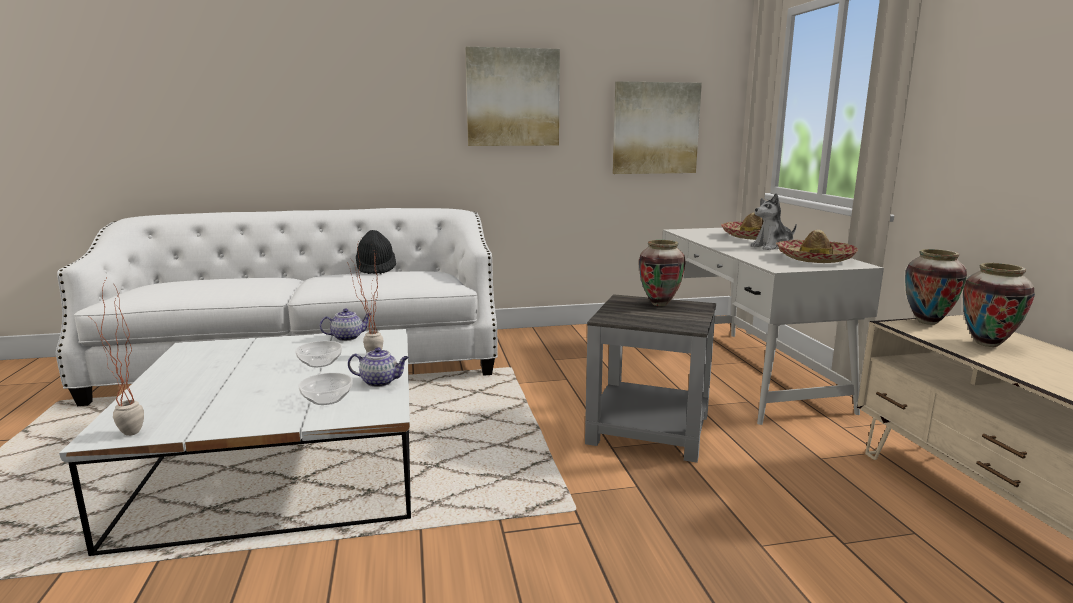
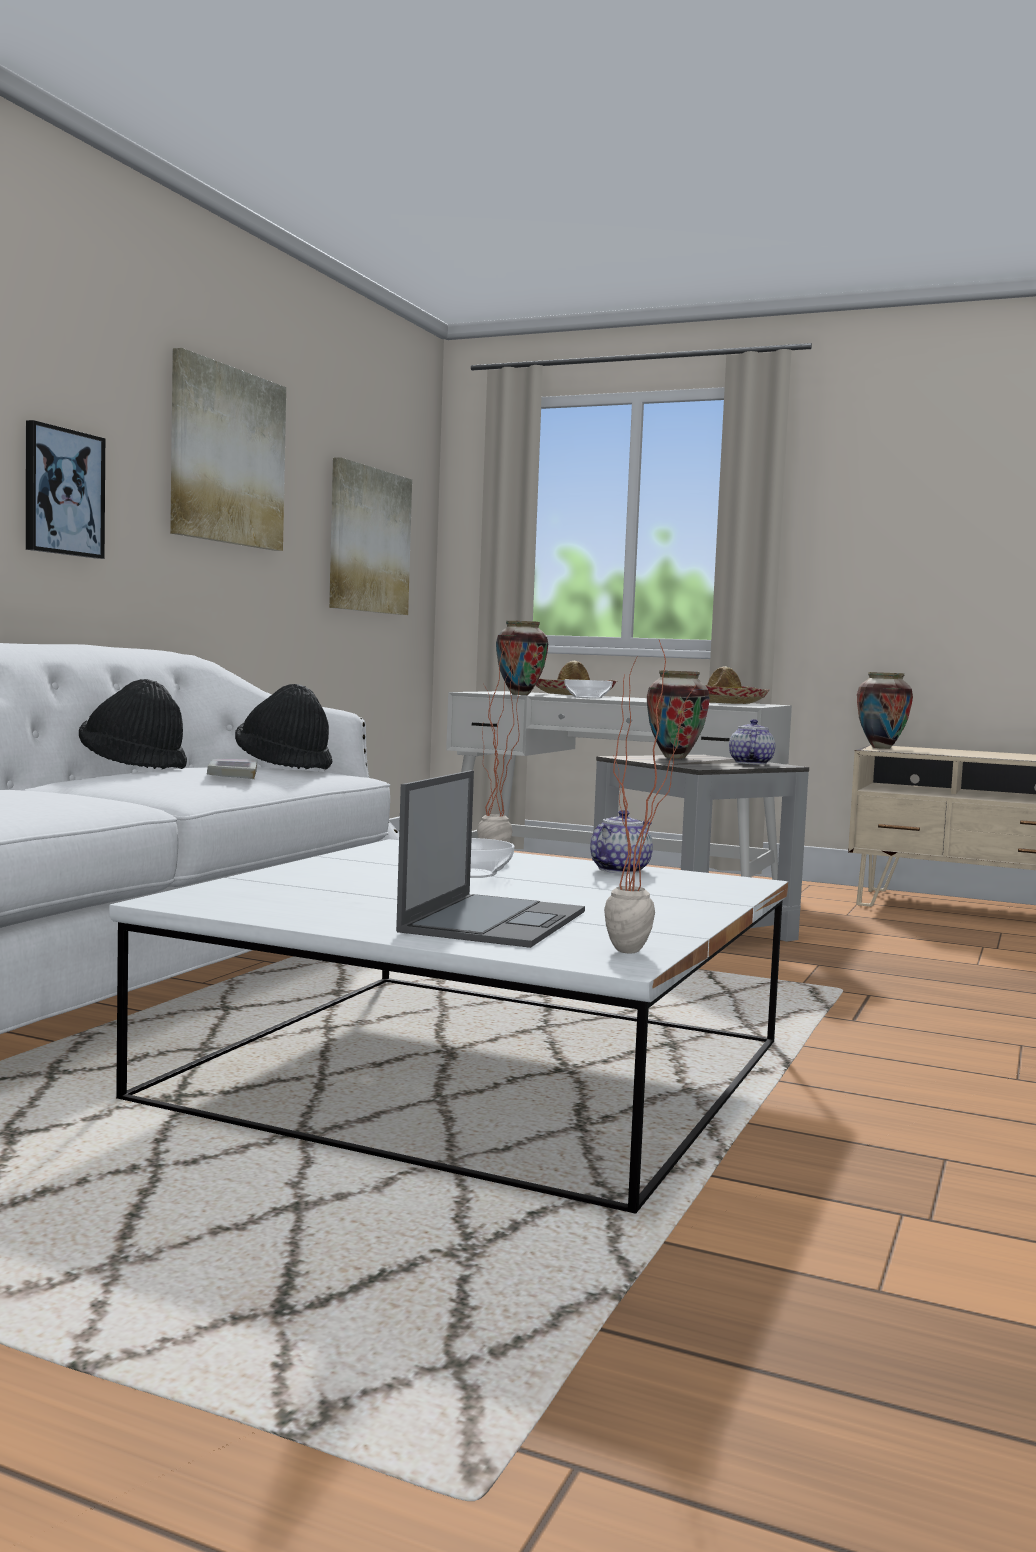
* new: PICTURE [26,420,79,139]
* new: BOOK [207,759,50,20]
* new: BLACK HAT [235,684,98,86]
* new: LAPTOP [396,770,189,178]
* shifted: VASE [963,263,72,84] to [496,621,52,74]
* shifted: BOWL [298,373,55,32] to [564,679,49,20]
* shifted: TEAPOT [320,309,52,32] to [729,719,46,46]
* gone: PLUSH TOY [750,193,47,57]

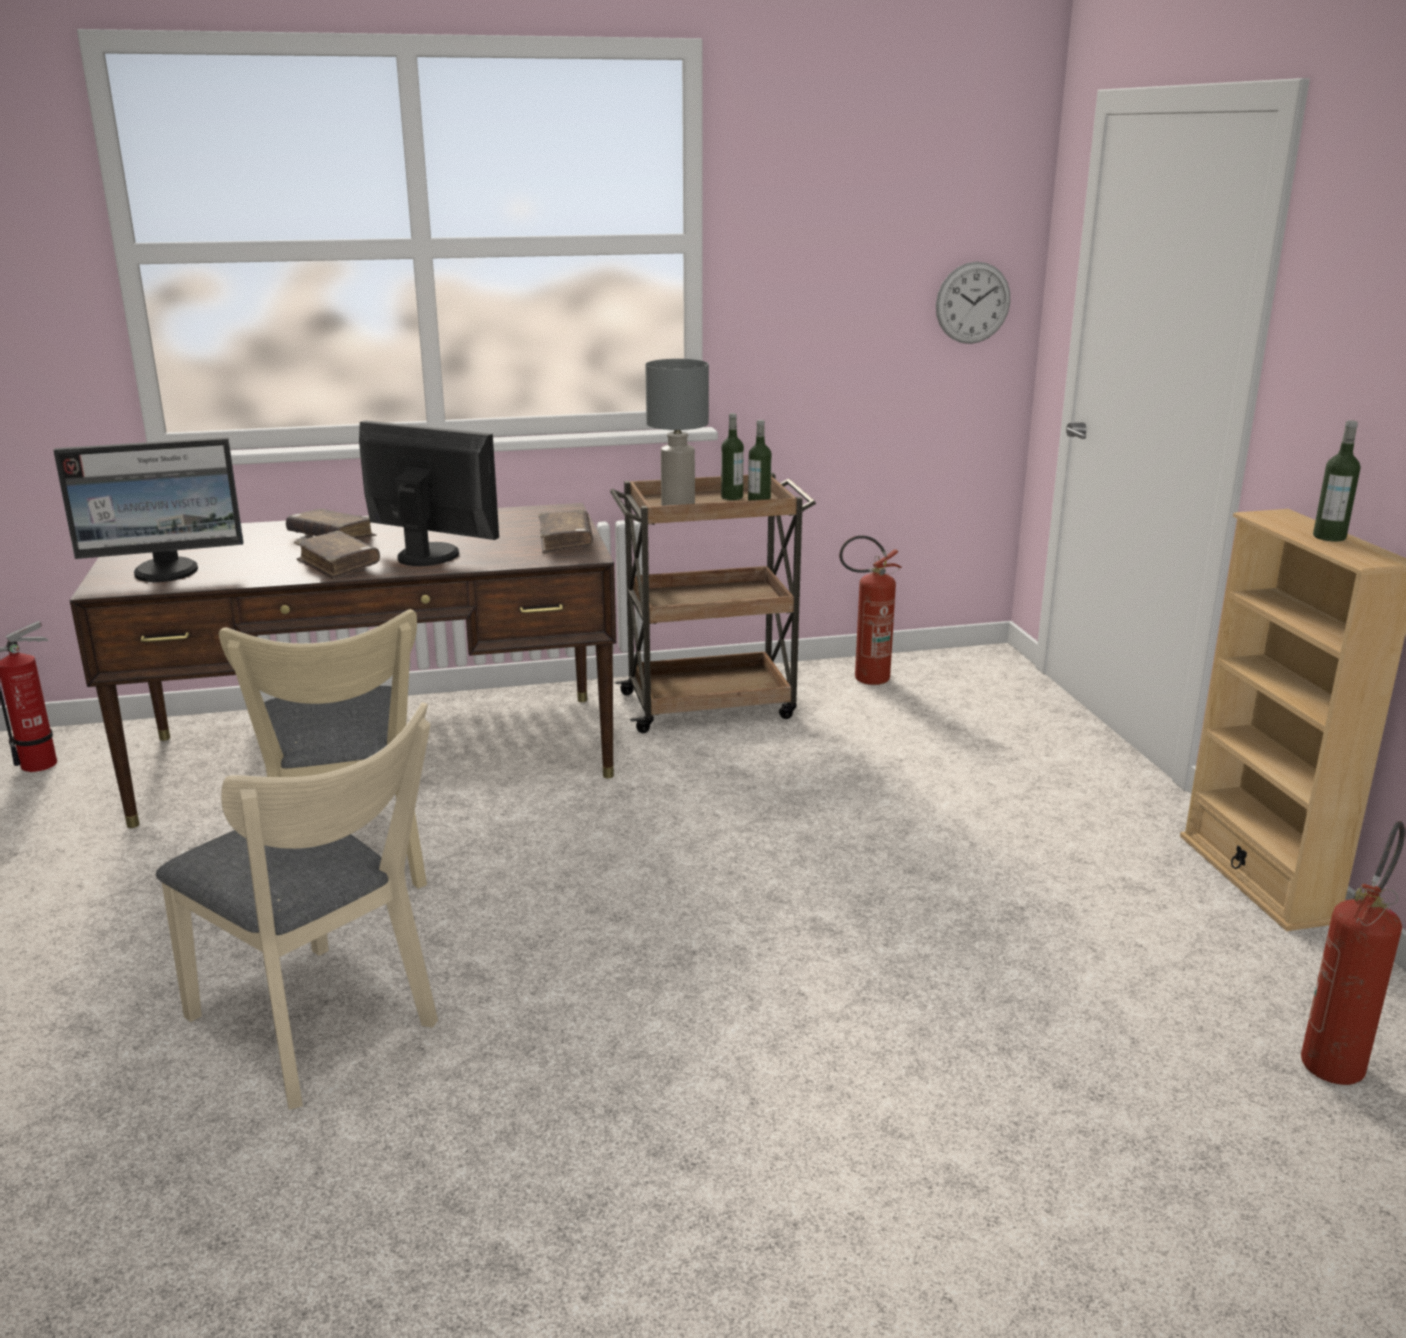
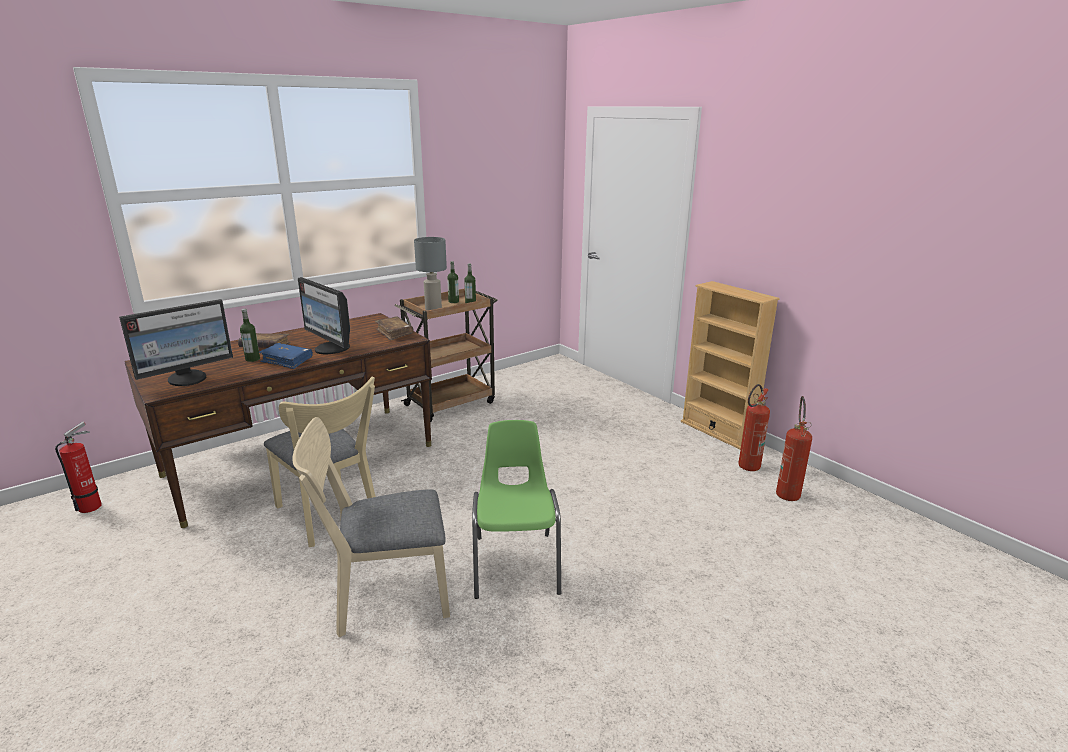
* shifted: BOTTLE [1313,420,47,121] to [240,309,20,53]
* repainted: BROWN BOOK [294,531,86,49] to BLUE BOOK [259,343,54,26]
* rotated: BEIGE CHAIR [156,702,282,408] = [292,417,158,220] 150 degrees clockwise
* rotated: MONITOR [359,420,140,146] = [298,277,52,77] 135 degrees counterclockwise
* new: GREEN CHAIR [472,420,89,179]
* shifted: FIRE EXTINGUISHER [839,535,62,150] to [738,384,32,87]
* gone: WALL CLOCK [936,261,74,83]

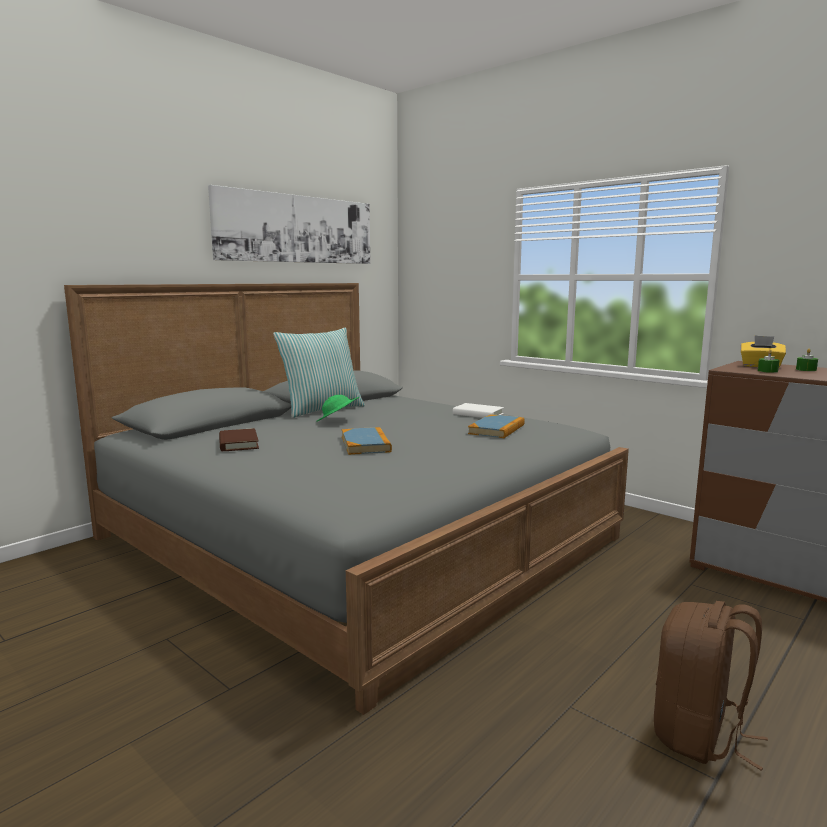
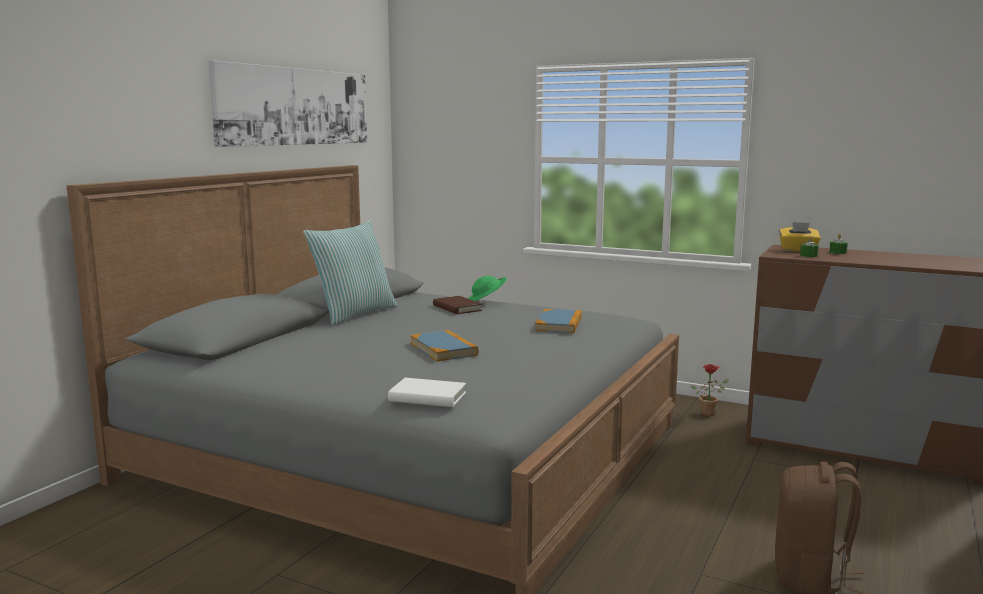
* shifted: WHITE BOOK [453,403,51,15] to [388,378,78,29]
* shifted: BROWN BOOK [219,428,40,23] to [433,296,49,18]
* shifted: GREEN HAT [316,395,43,27] to [468,276,39,25]
* new: POTTED PLANT [691,364,38,52]

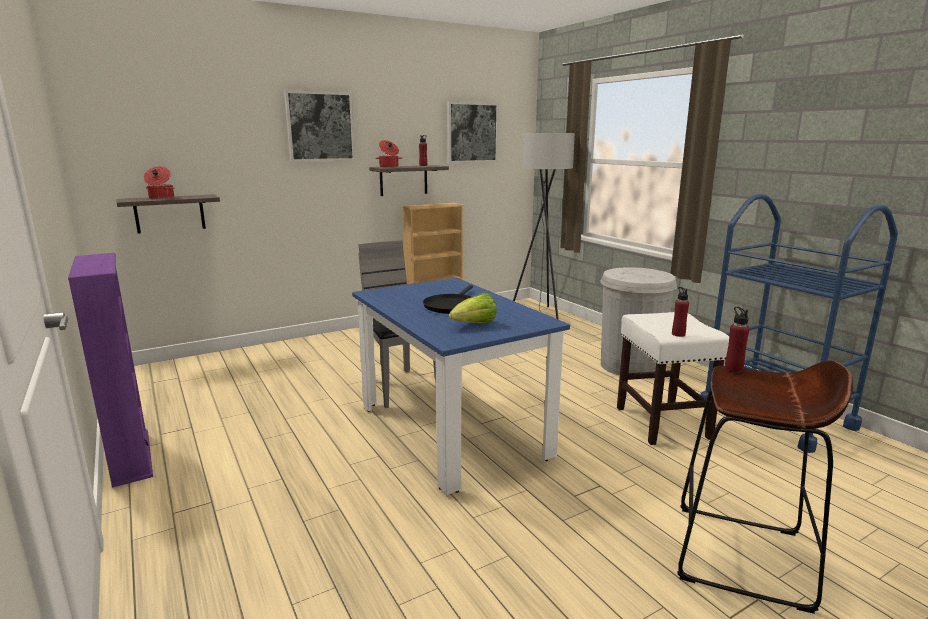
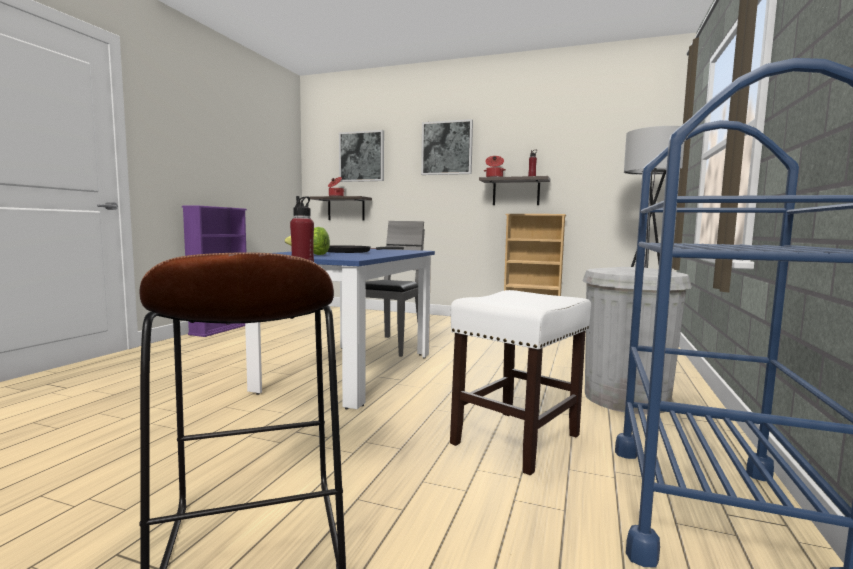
* shifted: PICTURE [447,102,52,61] to [339,130,45,52]
* gone: RED BOTTLE [672,287,17,50]

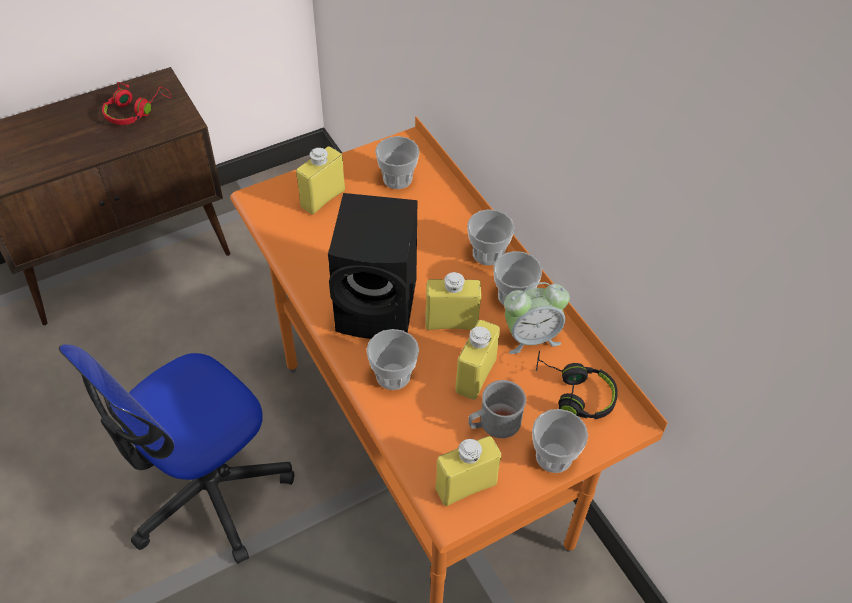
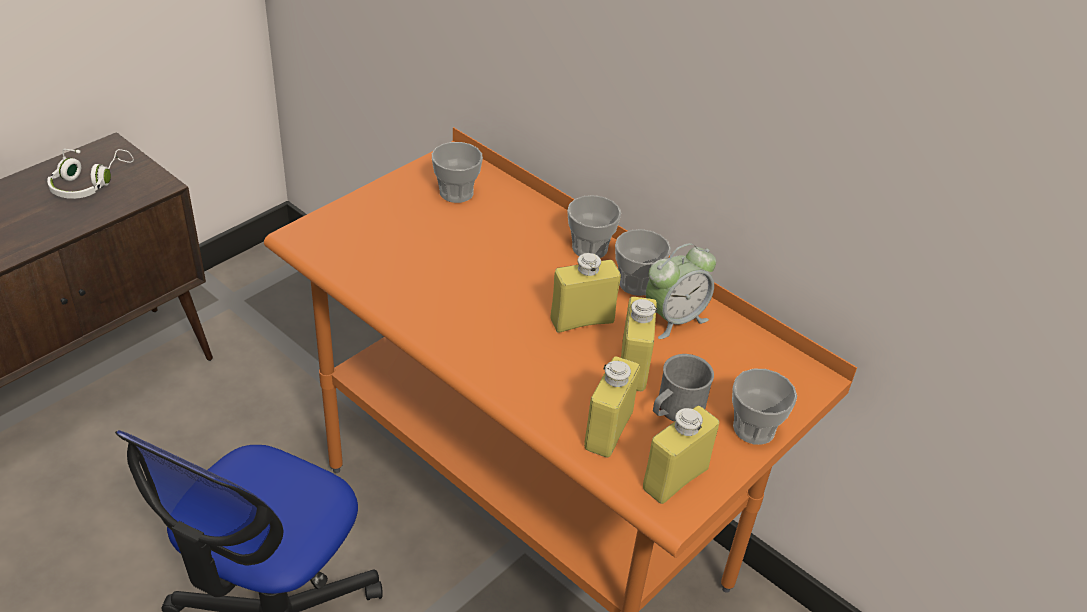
* repainted: RED HEADPHONES [102,82,70,43] to WHITE HEADPHONES [47,149,87,50]
* shifted: YELLOW BOTTLE [296,146,49,69] to [584,356,56,102]
* gone: BLACK SPEAKER [328,193,89,146]
* gone: CUP [366,329,53,61]
* gone: BLACK HEADPHONES [535,351,83,68]

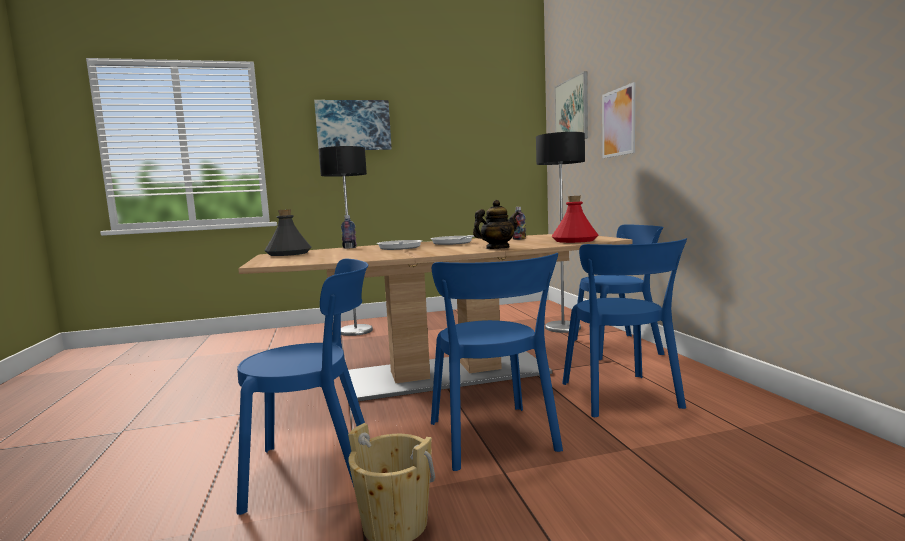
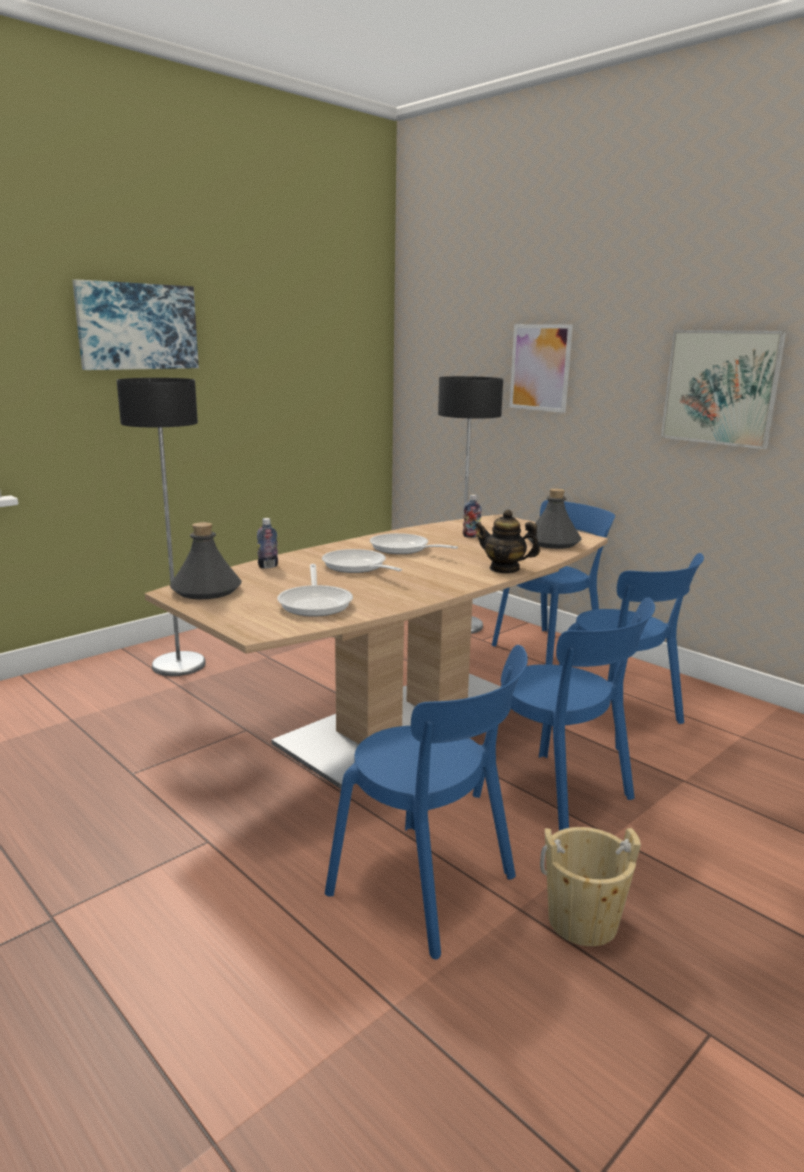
* new: FRYING PAN [277,564,76,53]
* rotated: BLUE CHAIR [236,259,132,256] = [325,645,203,314] 75 degrees clockwise
* rotated: TEAPOT [473,200,46,49] = [475,510,65,63] 105 degrees counterclockwise
* repainted: RED BOTTLE [551,196,47,47] to GREY BOTTLE [527,488,54,61]
* shifted: PICTURE [554,71,34,68] to [661,330,125,119]

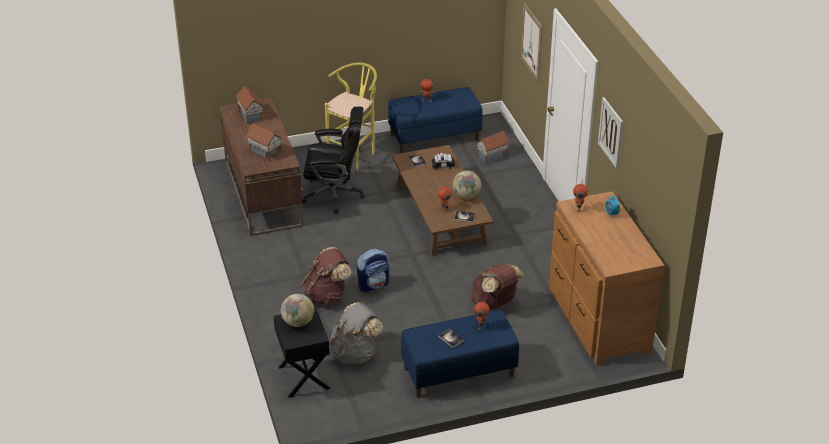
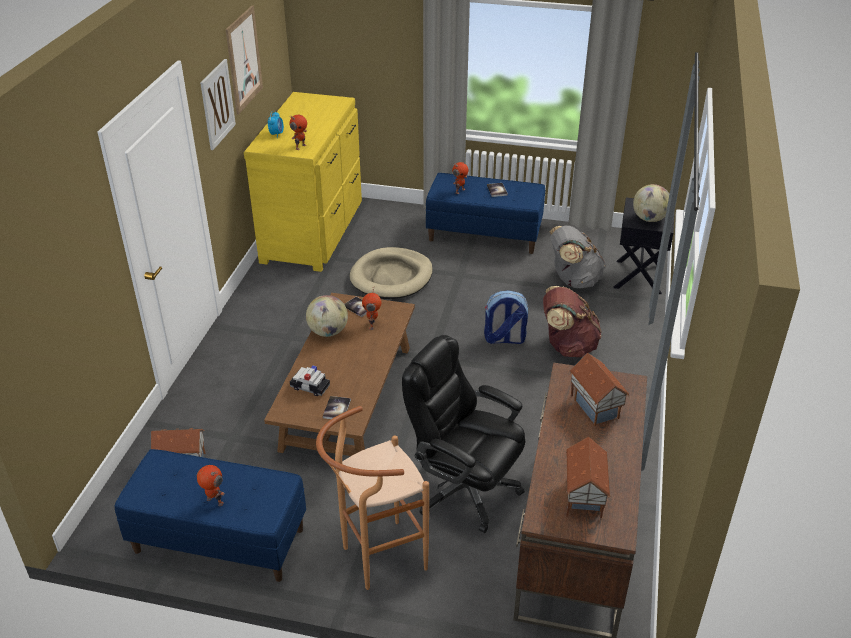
* shifted: PICTURE [521,3,22,79] to [225,6,38,109]
* repainted: BROWN DRESSER [549,191,116,174] to YELLOW DRESSER [244,92,118,180]
* repainted: YELLOW STOOL [325,63,52,108] to BROWN STOOL [316,406,113,184]
* swapped: BROWN BACKPACK [471,264,53,45] to BEIGE DOG BED [350,247,83,52]

